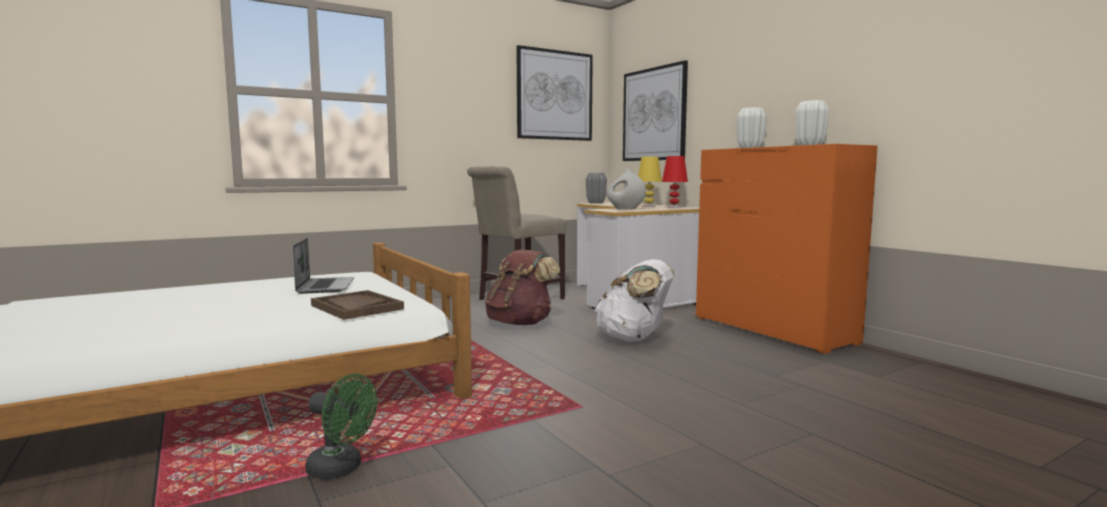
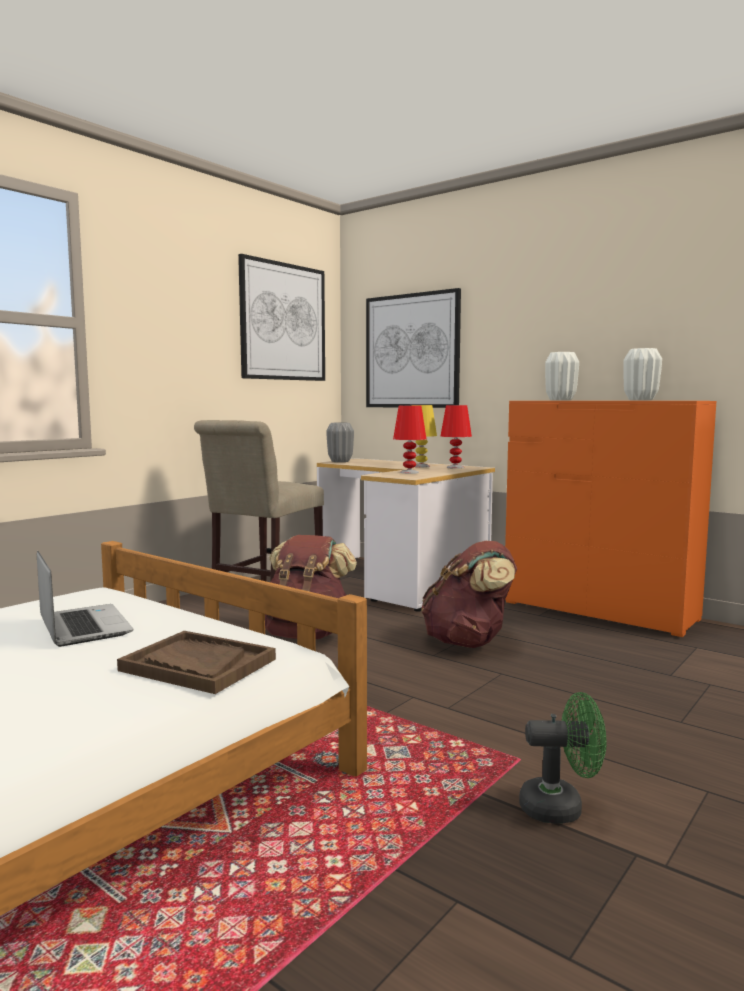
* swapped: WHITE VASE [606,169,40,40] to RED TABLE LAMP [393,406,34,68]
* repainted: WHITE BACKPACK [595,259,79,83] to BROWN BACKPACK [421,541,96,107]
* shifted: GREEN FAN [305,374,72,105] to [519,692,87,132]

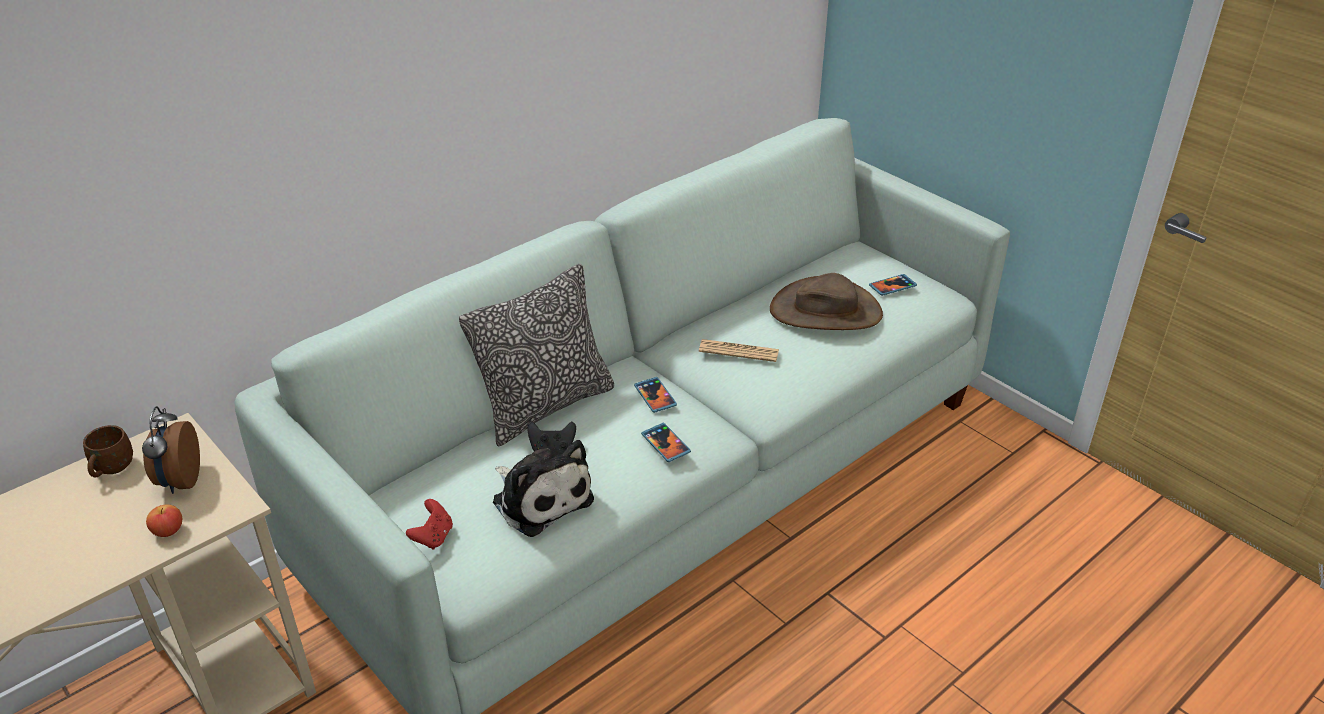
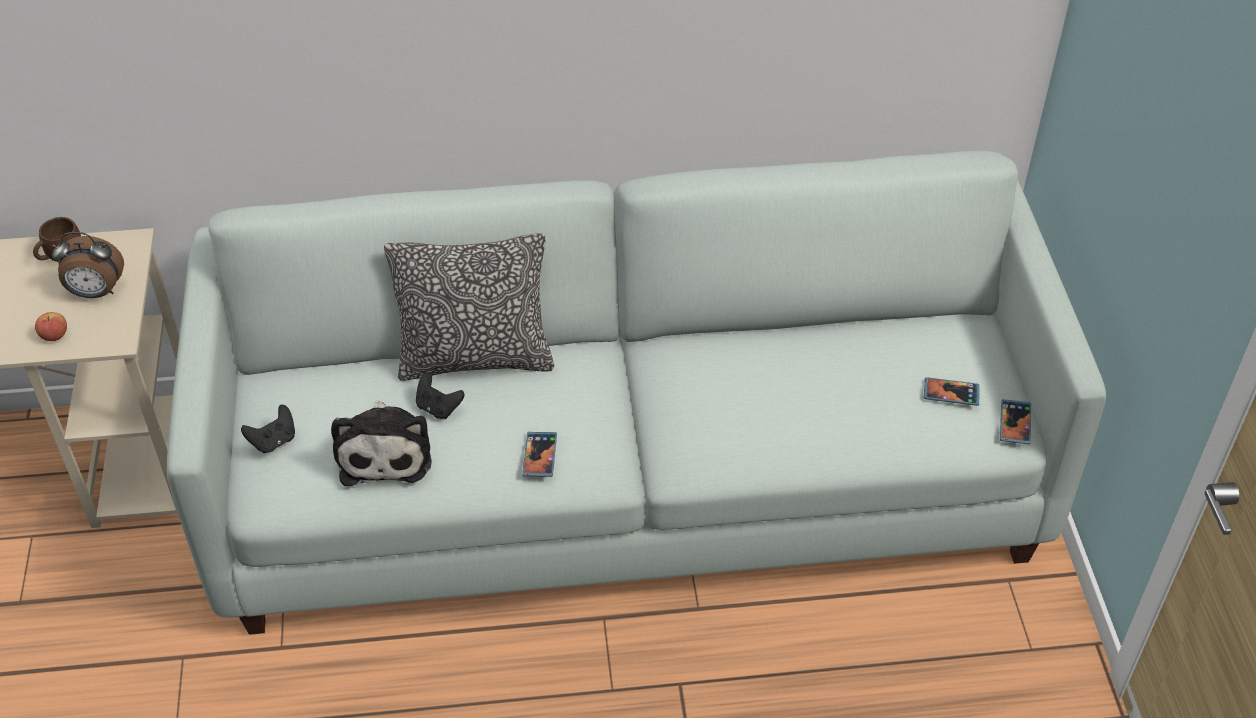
* rotated: ALARM CLOCK [142,406,58,88] = [52,232,72,66] 120 degrees counterclockwise
* repainted: RED GAME CONTROLLER [406,499,47,51] to BLACK GAME CONTROLLER [241,405,54,48]
* shifted: PHONE [634,377,43,36] to [1000,399,31,45]
* gone: NEWSPAPER [699,339,80,23]
* gone: BROWN HAT [770,273,113,57]

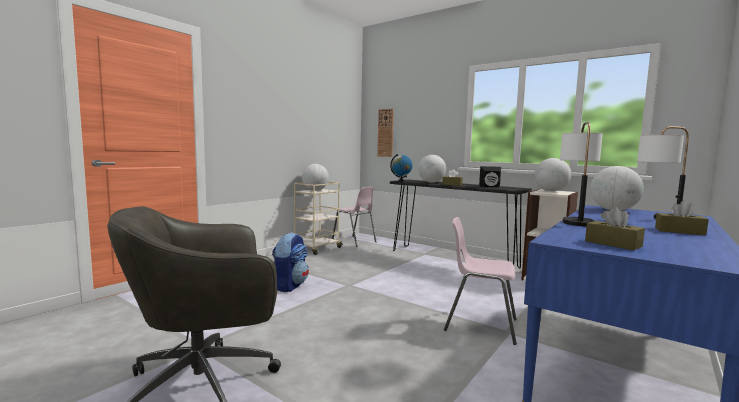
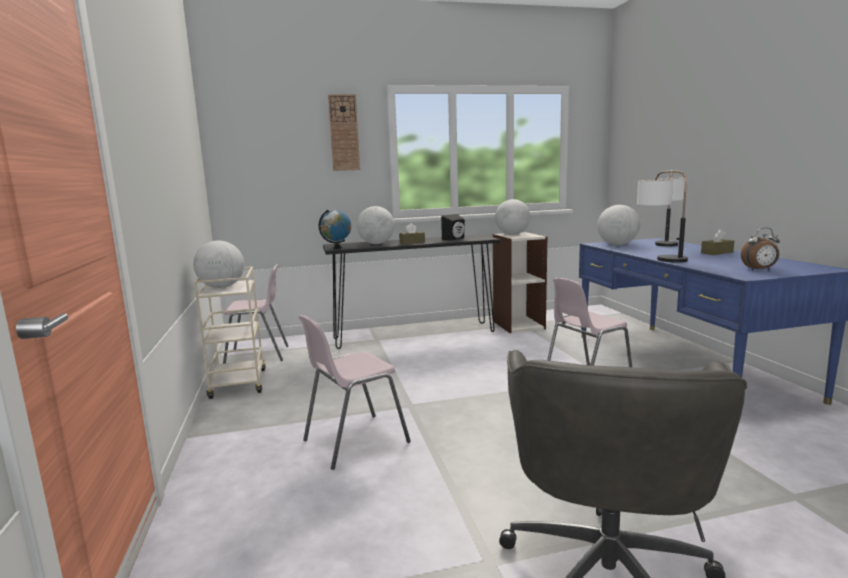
* swapped: BACKPACK [272,232,37,60] to PINK CHAIR [298,315,113,155]
* shifted: WALL CLOCK [377,109,17,48] to [328,94,32,77]
* swapped: BROWN TISSUE BOX [585,207,60,43] to ALARM CLOCK [741,228,39,42]

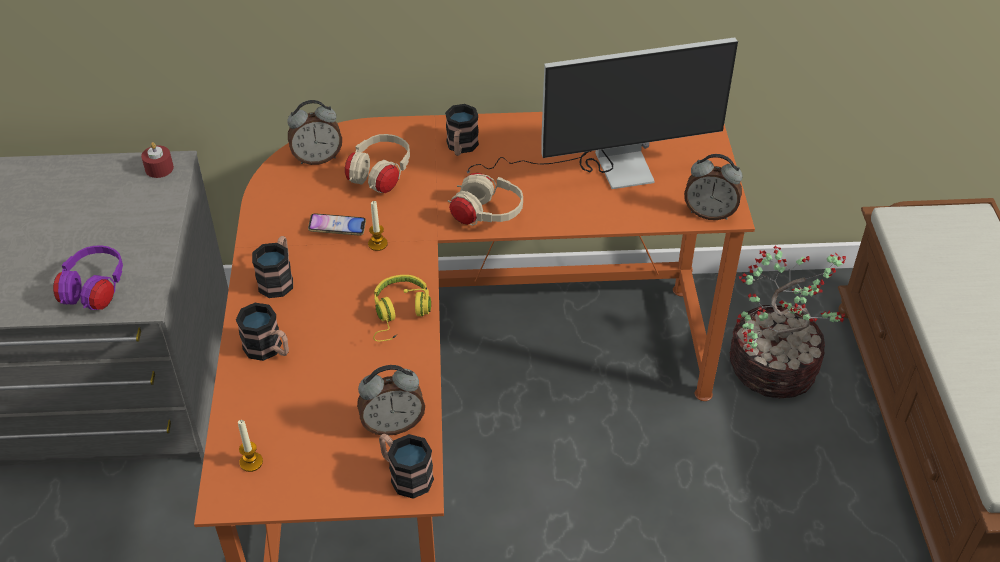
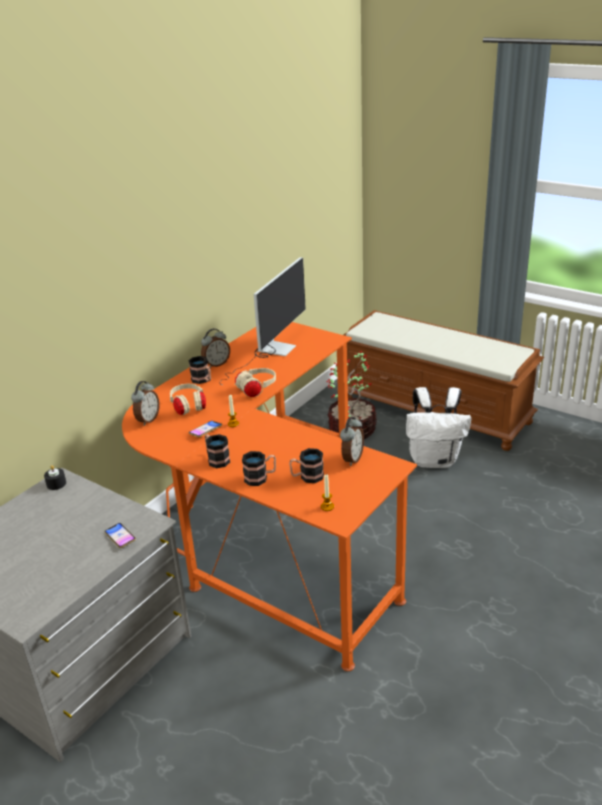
* repainted: RED CANDLE [141,142,33,36] to BLACK CANDLE [44,465,22,25]
* swapped: PURPLE HEADPHONES [53,246,70,64] to PHONE [104,523,32,25]
* shifted: ALARM CLOCK [684,154,58,66] to [201,329,29,39]
* shifted: MUG [379,434,55,65] to [289,448,35,35]
* new: WHITE BACKPACK [406,387,65,81]
* gone: YELLOW HEADPHONES [373,275,58,66]

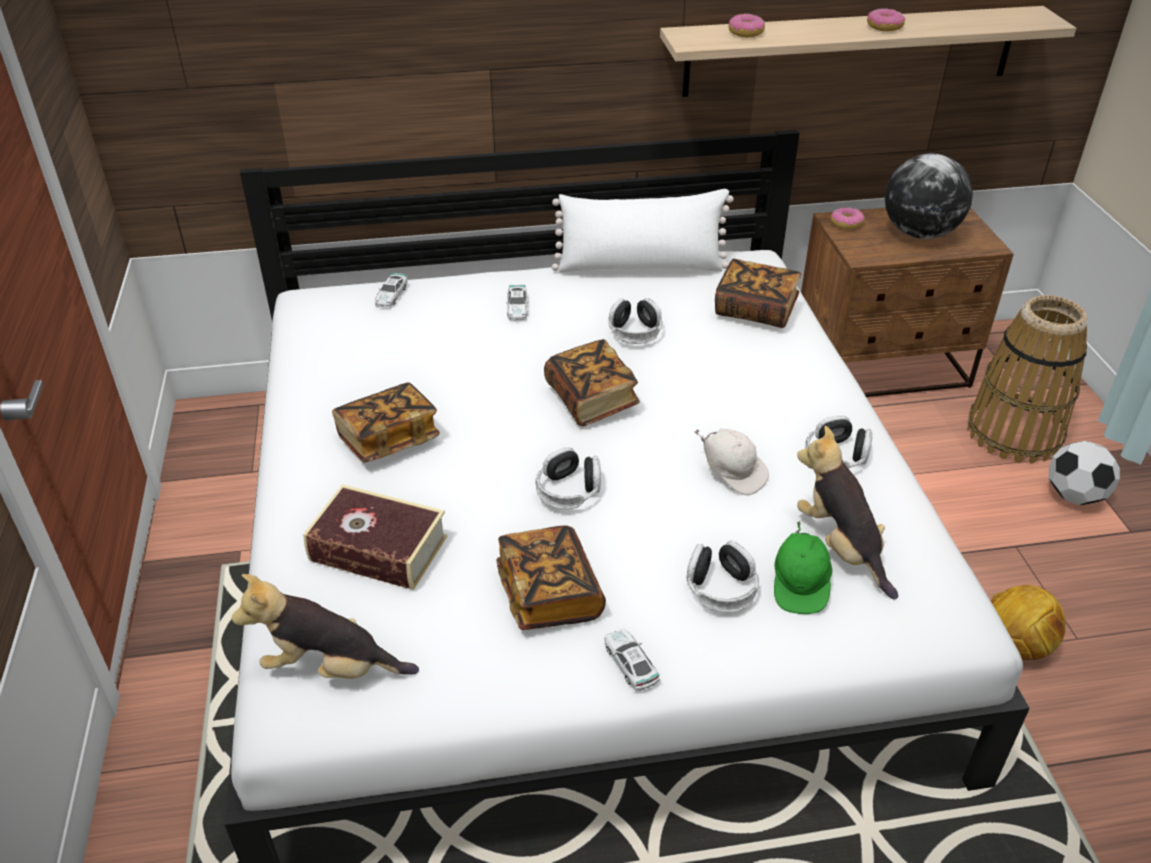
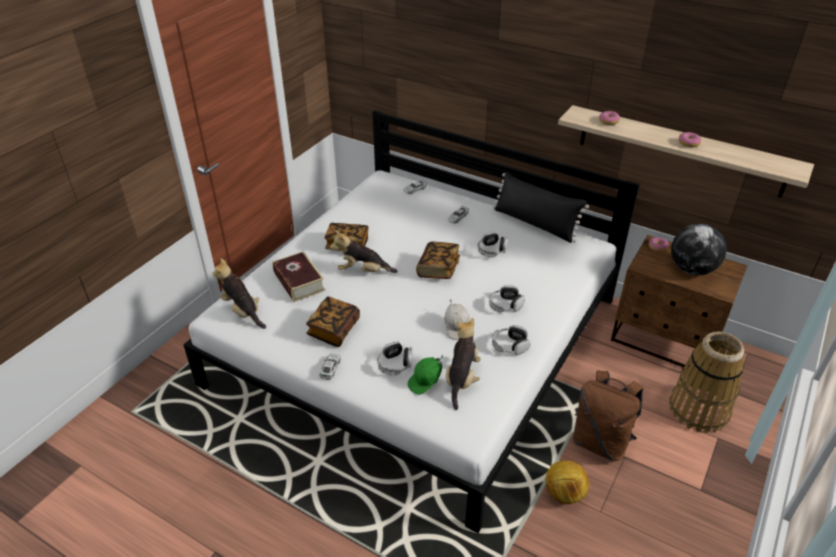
* new: PLUSH TOY [330,230,67,43]
* shifted: HEADPHONES [535,447,66,62] to [489,285,36,27]
* repainted: WHITE PILLOW [552,189,182,84] to BLACK PILLOW [493,172,96,71]
* new: BROWN BACKPACK [573,371,71,90]
* gone: BOOK [715,259,86,69]
* gone: FOOTBALL [1049,441,71,64]

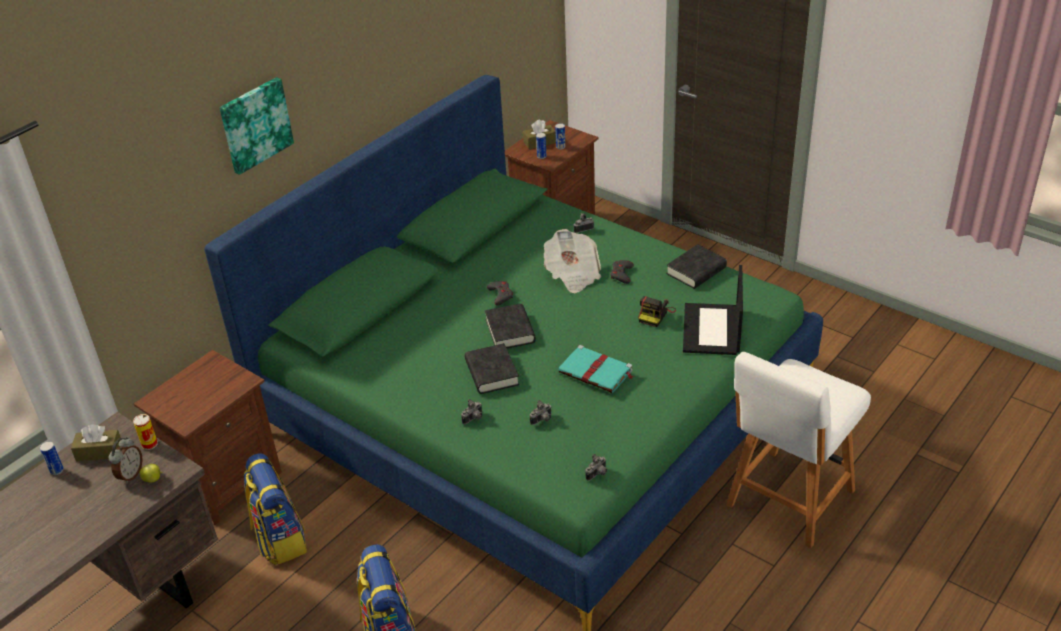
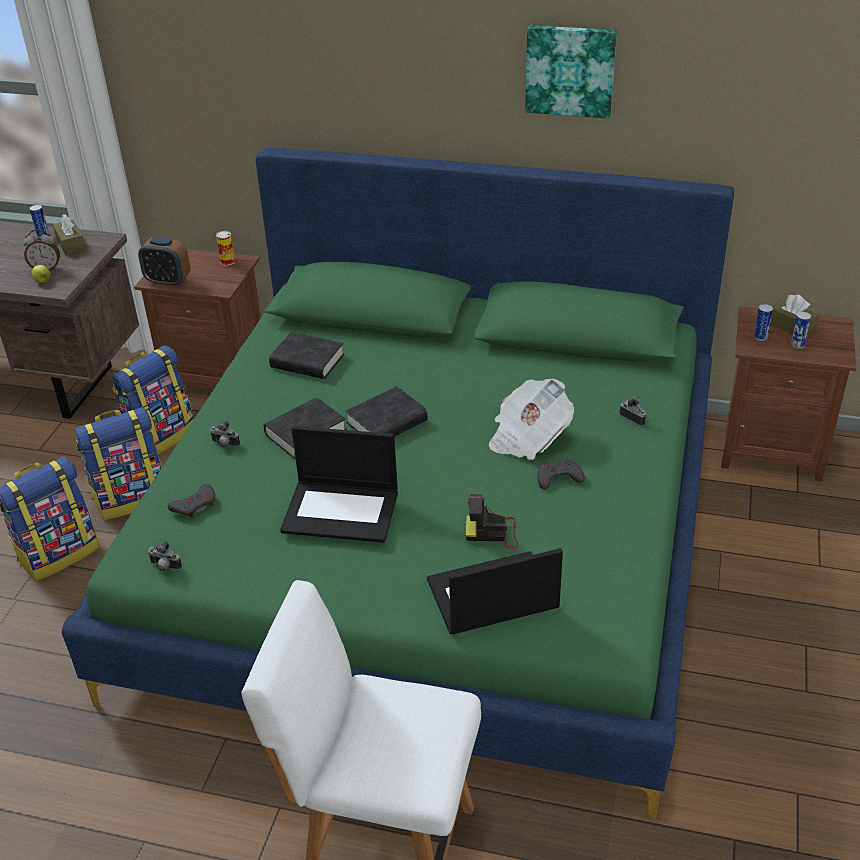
* new: BACKPACK [75,407,87,113]
* new: ALARM CLOCK [138,237,52,50]
* shifted: GREY GAME CONTROLLER [487,281,26,25] to [168,484,47,34]
* shifted: CAN [133,414,25,36] to [216,231,19,35]
* shifted: BLACK BOOK [666,244,61,45] to [269,332,75,47]
* swapped: TURQUOISE BOOK [558,345,76,48] to LAPTOP [280,426,118,117]
* shifted: PICTURE [219,77,75,98] to [525,25,92,94]
* gone: PHOTO CAMERA [530,400,22,25]

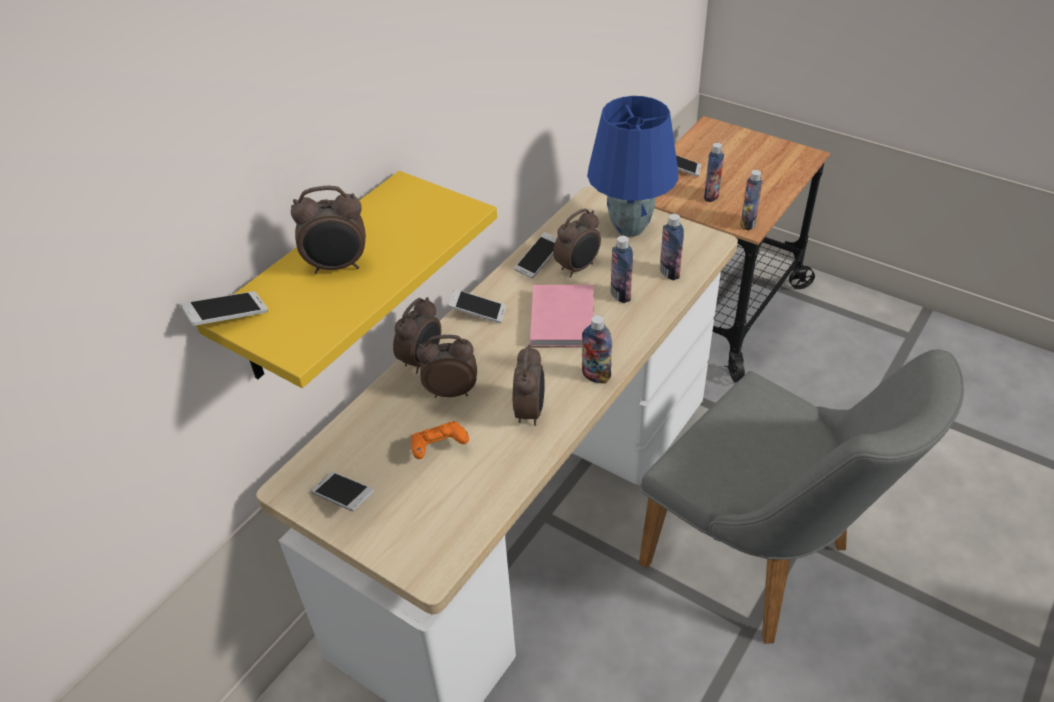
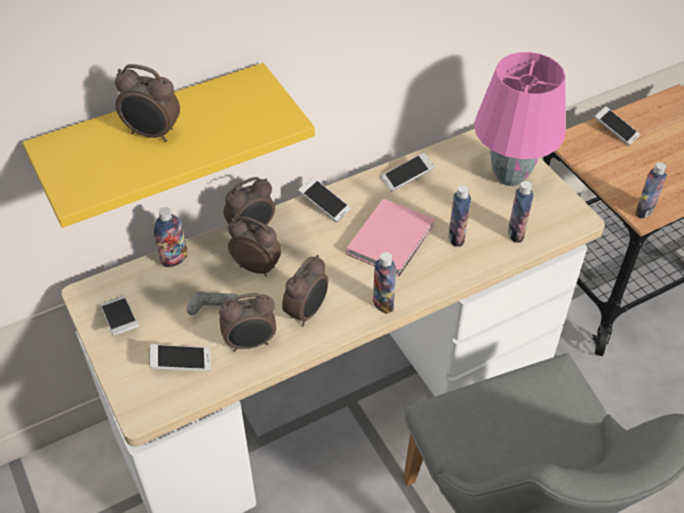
* shifted: PHONE [180,291,88,35] to [150,344,60,27]
* shifted: BOTTLE [704,143,20,59] to [154,207,33,60]
* repainted: ORANGE GAME CONTROLLER [411,421,58,38] to GREY GAME CONTROLLER [187,291,52,24]
* shifted: ALARM CLOCK [553,209,48,69] to [219,293,57,59]
* repainted: BLUE TABLE LAMP [587,96,91,141] to PINK TABLE LAMP [474,52,92,134]

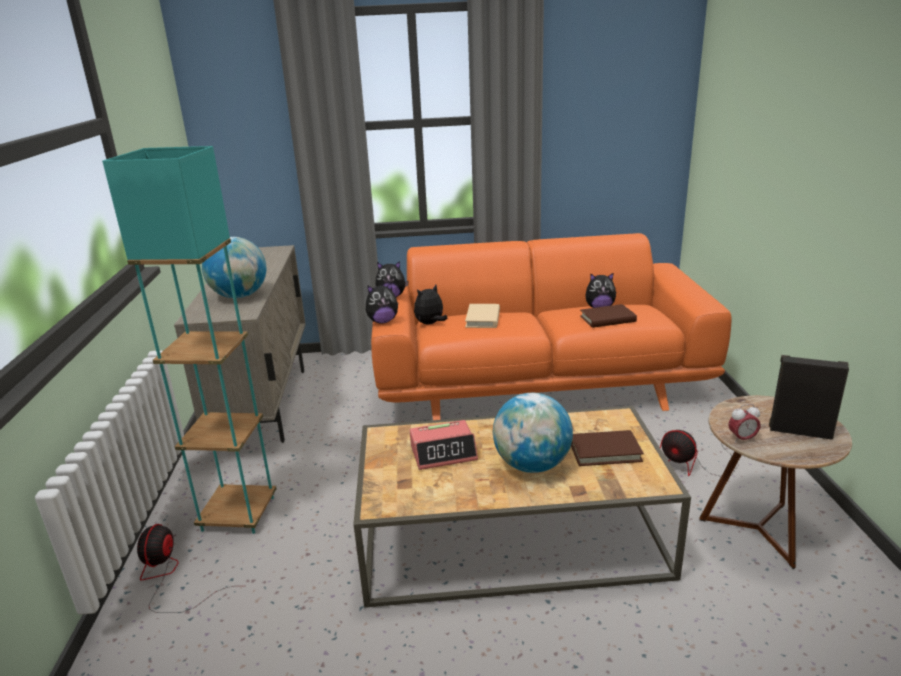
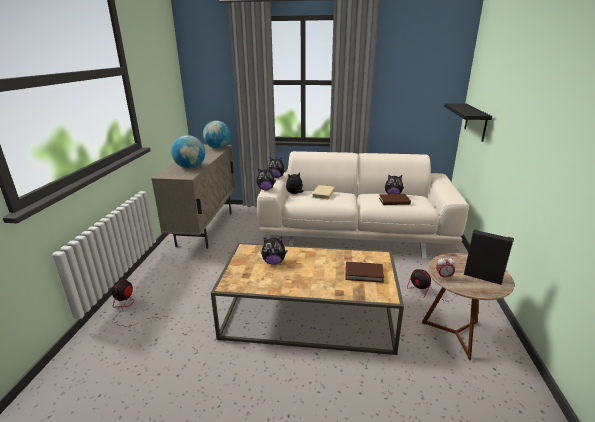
* shifted: GLOBE [493,393,80,80] to [203,121,28,28]
* repainted: ORANGE SOFA [371,233,361,187] to BEIGE SOFA [257,151,212,108]
* swapped: ALARM CLOCK [410,420,68,50] to PLUSH TOY [261,237,26,28]
* new: BLACK SHELF [444,103,48,39]
* gone: TURQUOISE FLOOR LAMP [102,146,175,388]

